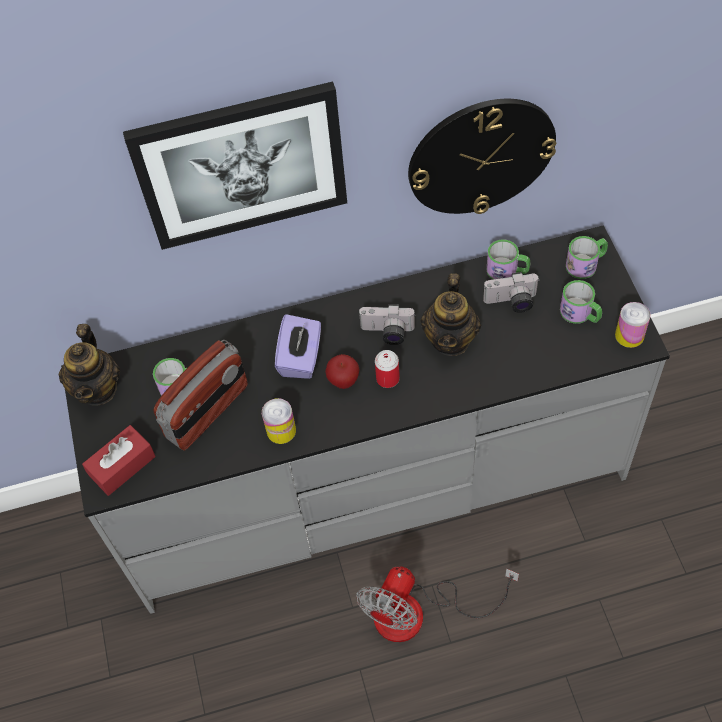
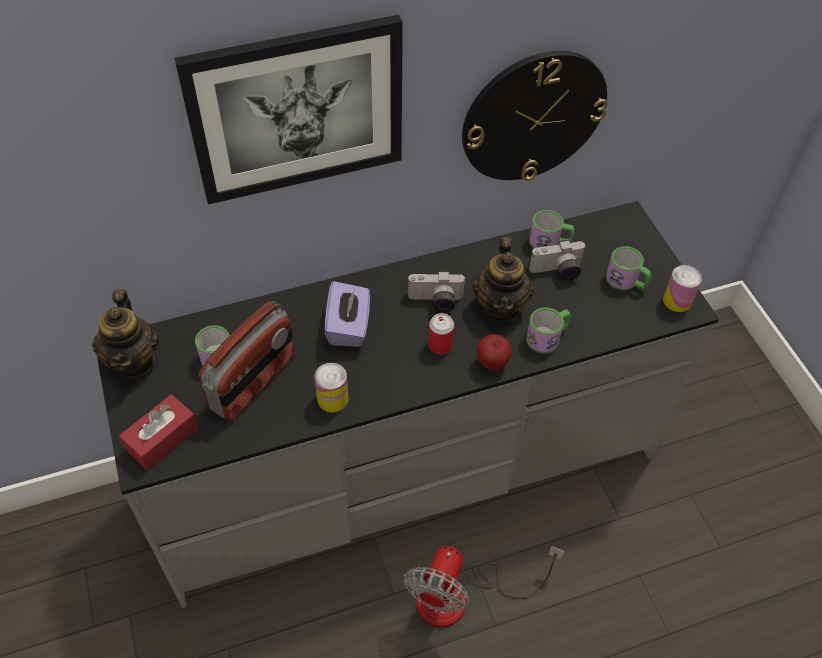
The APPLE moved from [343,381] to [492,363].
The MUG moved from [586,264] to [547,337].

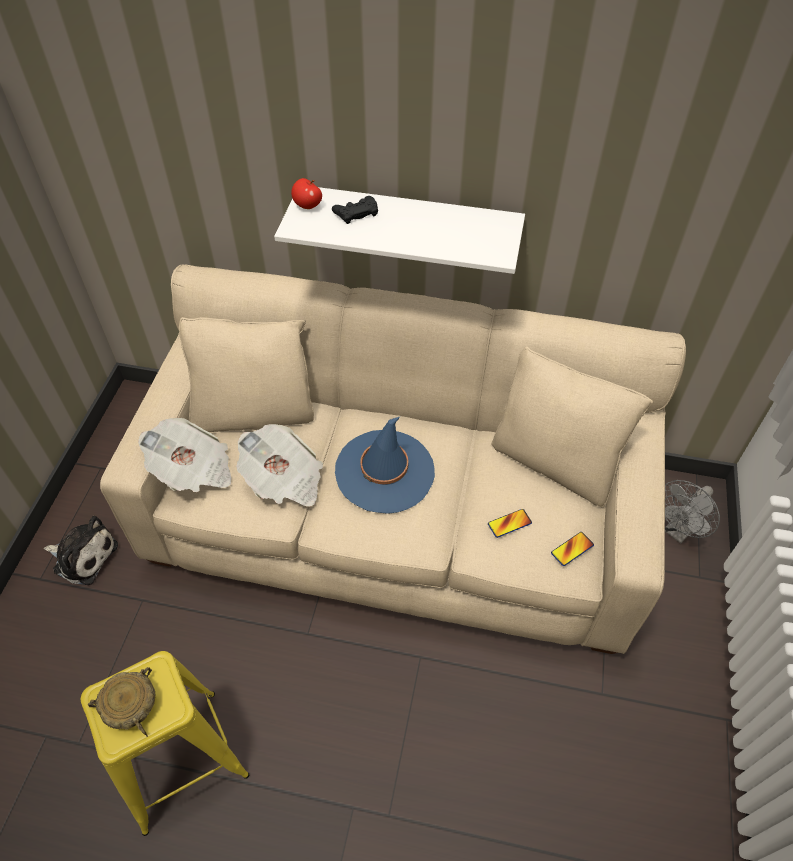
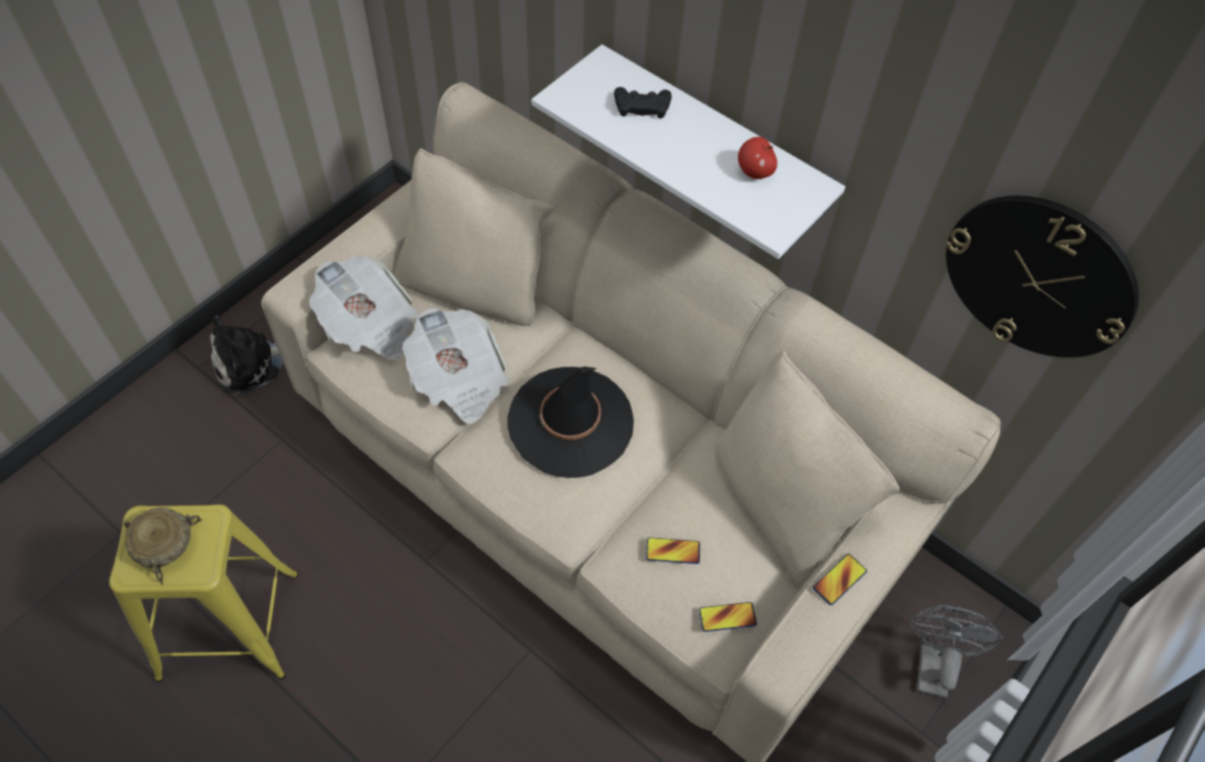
The SOFT TOY at [83,556] turned 105 degrees clockwise.
The BLUE CLOTHING HAT at [385,471] became the BLACKISH CLOTHING HAT at [570,422].
The APPLE moved from [307,206] to [755,172].
The PHONE at [839,580] appeared.
The GRAY ELECTRIC FAN at [678,531] turned 120 degrees clockwise.
The WALL CLOCK at [1039,276] appeared.

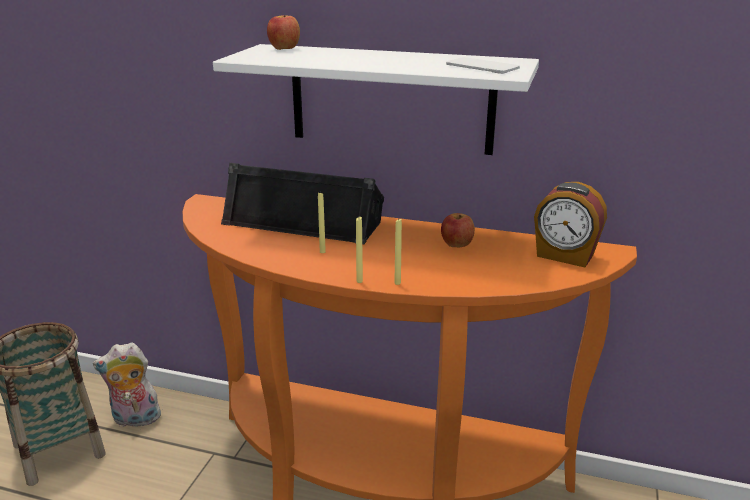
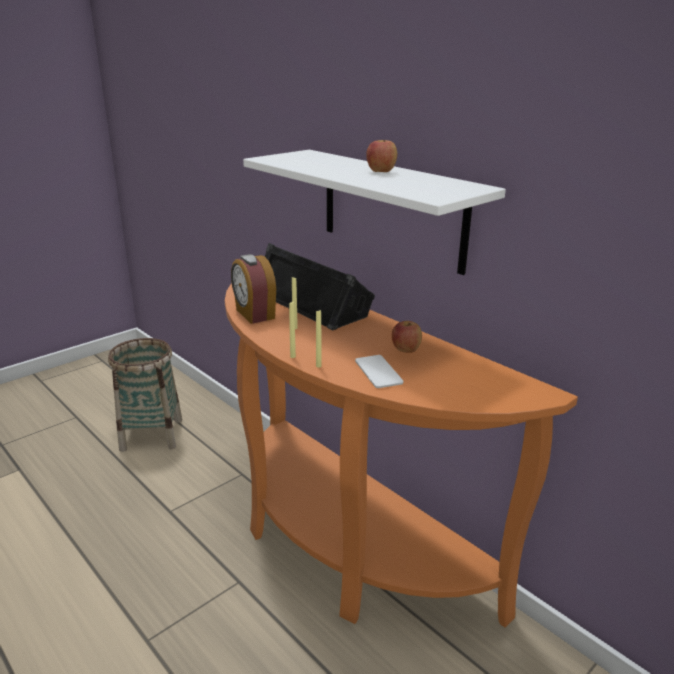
The ALARM CLOCK moved from [564,256] to [254,314].
The PHONE moved from [482,67] to [378,372].
The APPLE moved from [284,49] to [381,171].
The SOFT TOY at [135,420] disappeared.

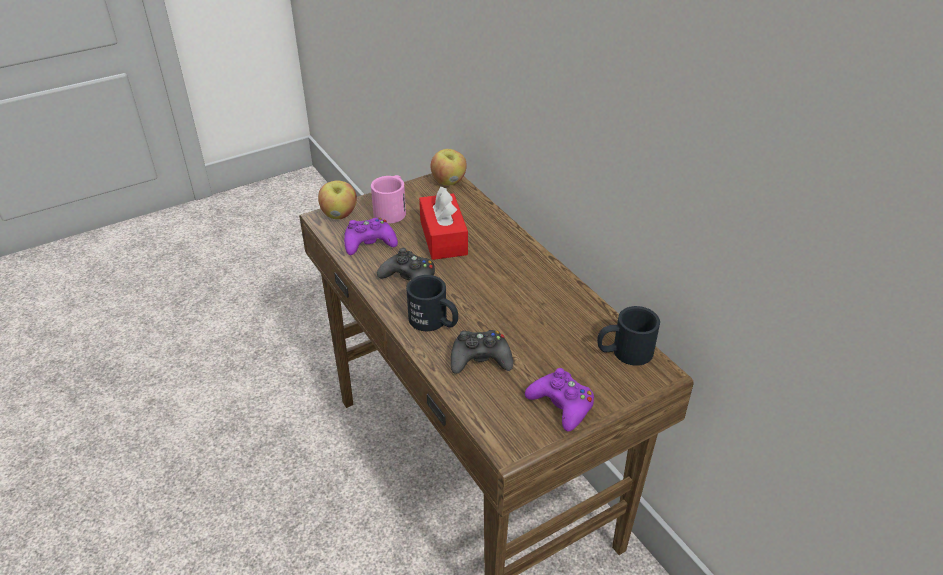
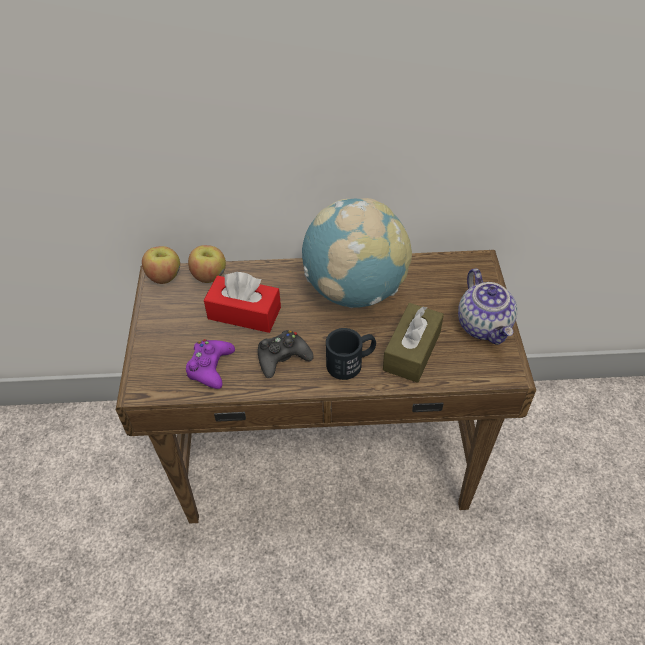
The APPLE moved from [339,215] to [209,276].
The WORLD GLOBE at [355,290] appeared.
The BLACKISH JOYPAD at [480,359] was replaced by the BROWNISH BOX OF TISSUES at [412,351].
The PURPLE-COLOURED JOYPAD at [561,405] was replaced by the POT FOR TEA at [485,326].
The PINKISH MUG at [392,210] disappeared.
The BLACKISH MUG at [624,352] disappeared.

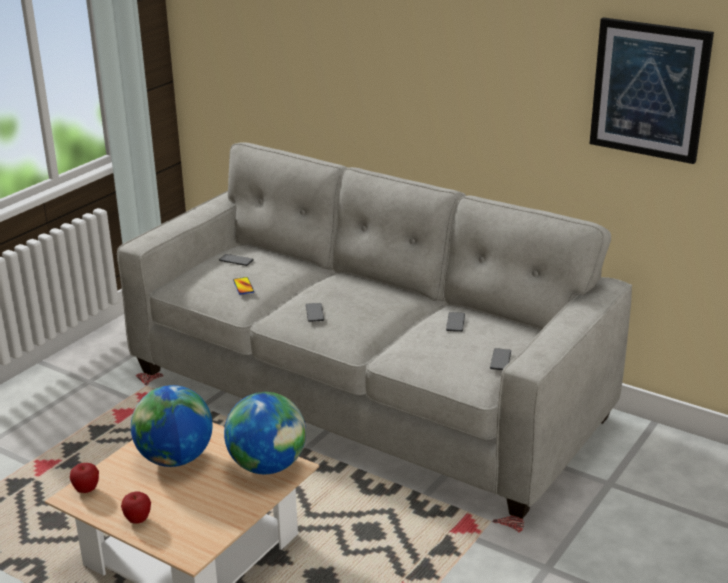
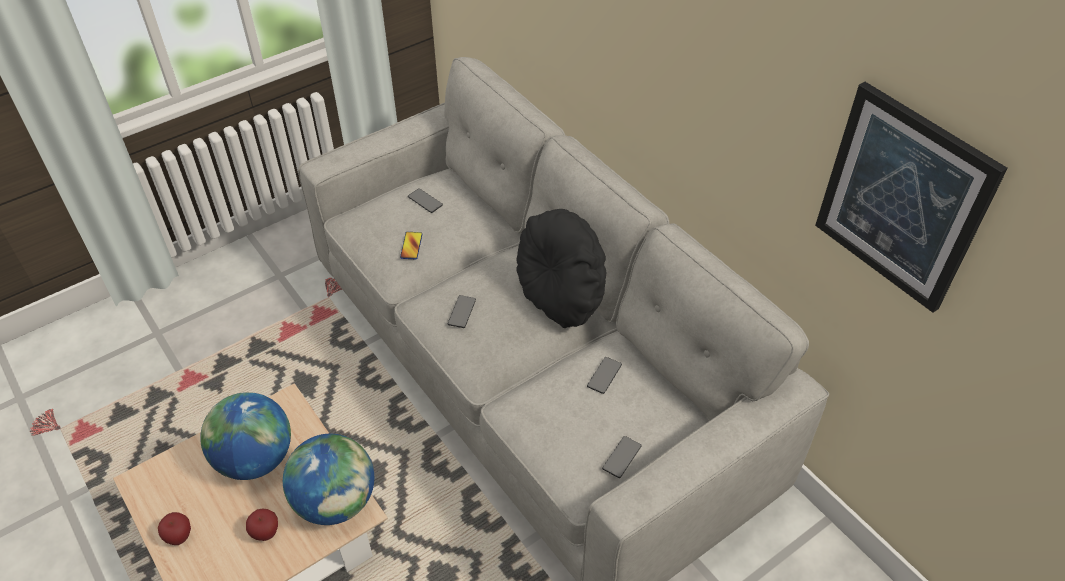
The APPLE moved from [86,490] to [266,533].
The BLACKISH THROW PILLOW at [559,302] appeared.

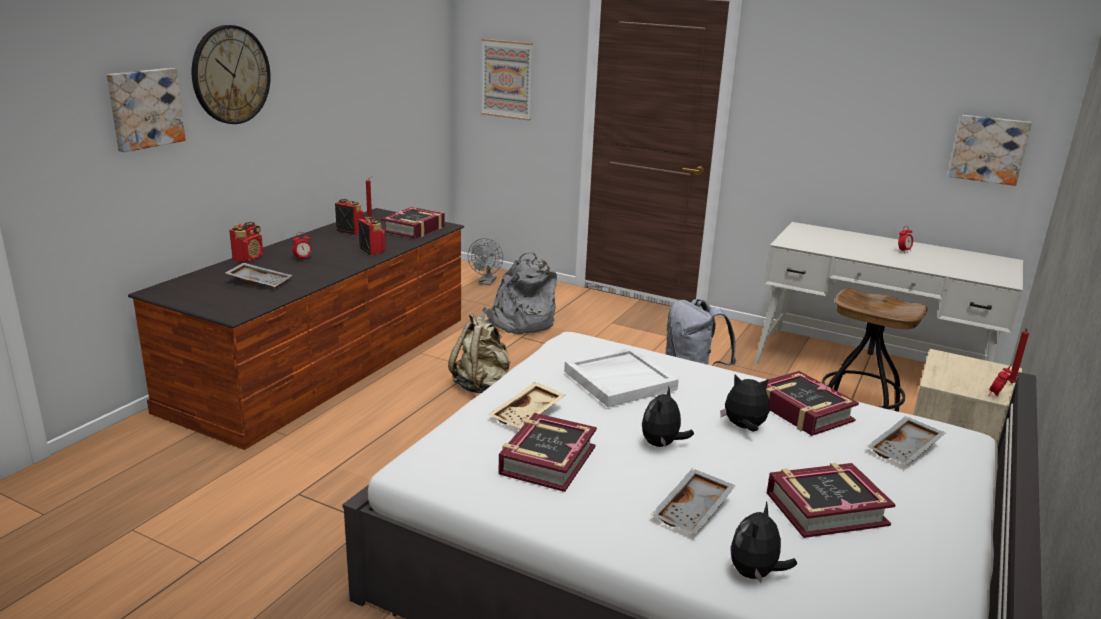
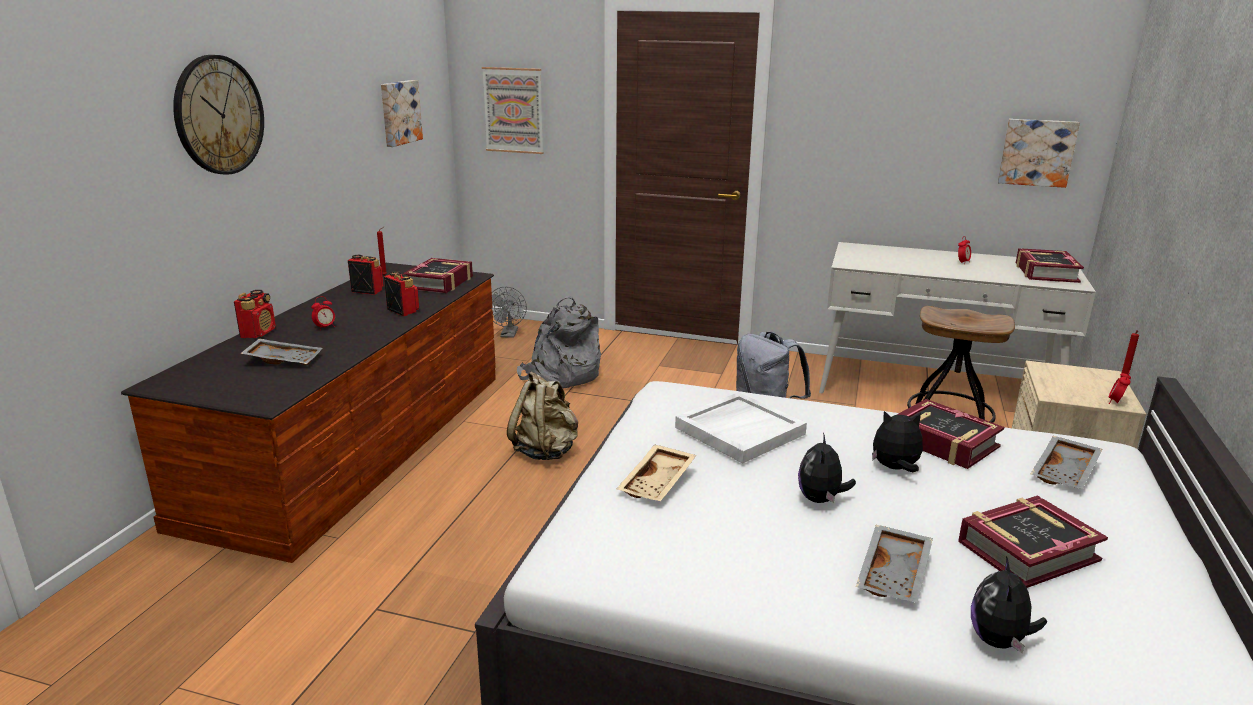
The WALL PICTURE moved from [144,108] to [399,112].
The BOUND BOOK moved from [547,460] to [1045,272].

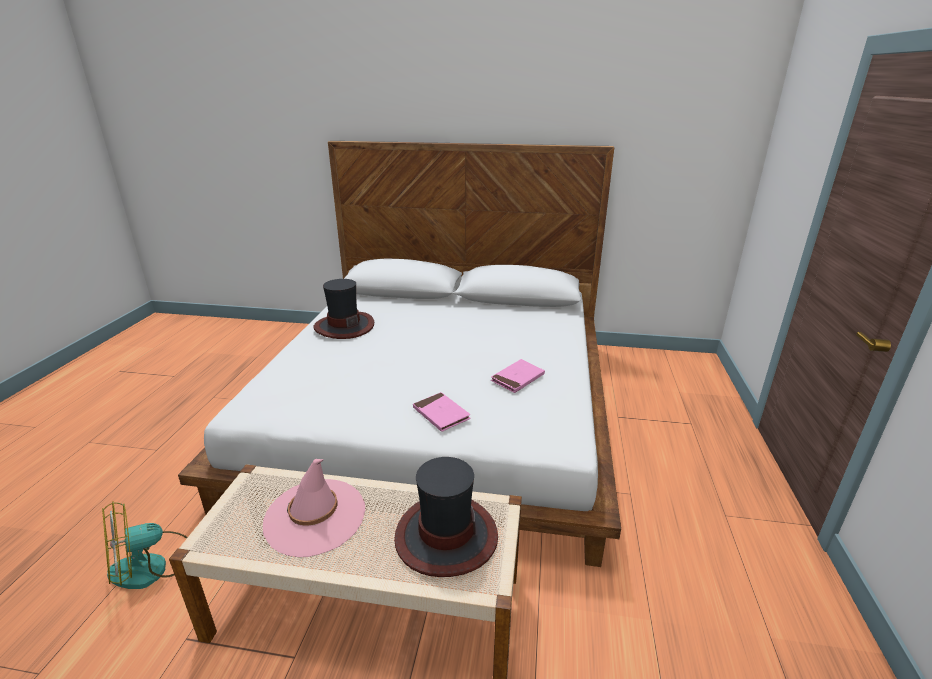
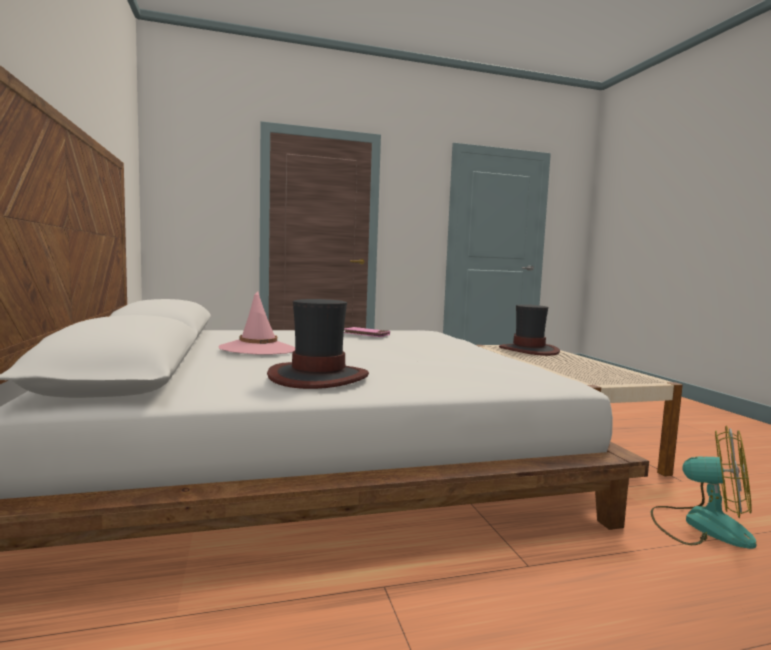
The PINKISH CLOTHING HAT moved from [315,516] to [258,349].
The PINKISH BOUND BOOK at [441,414] disappeared.

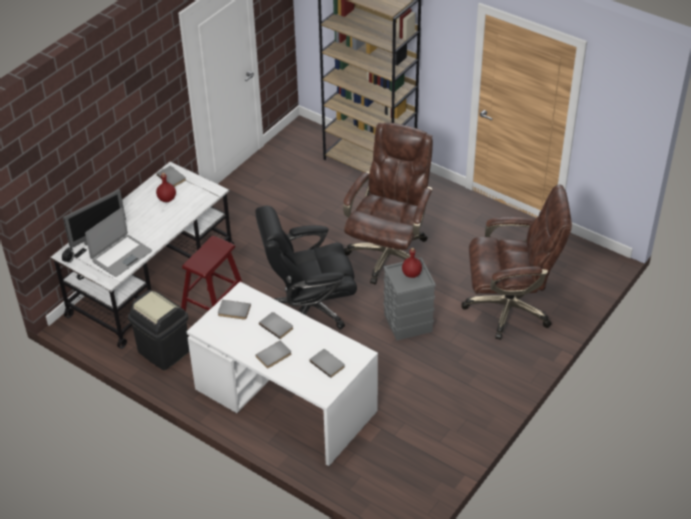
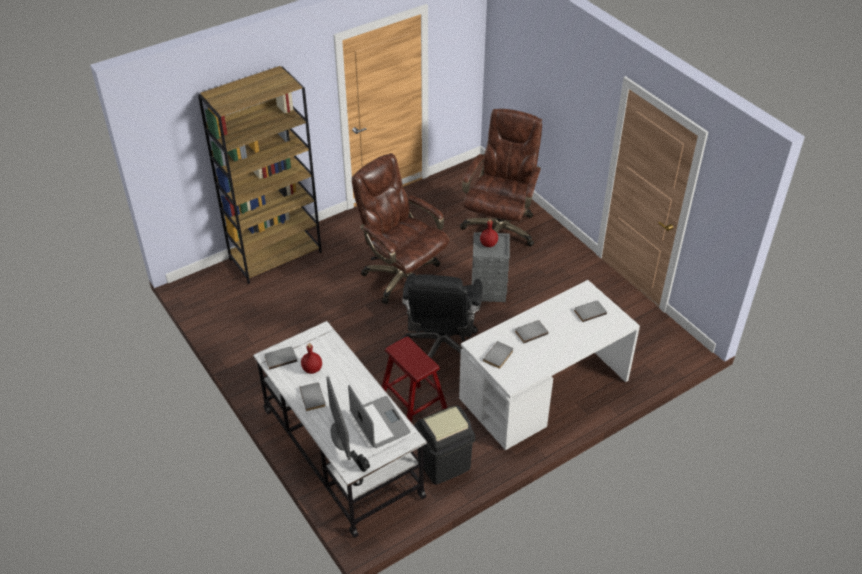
The GRAY BOUND BOOK moved from [274,356] to [313,397].

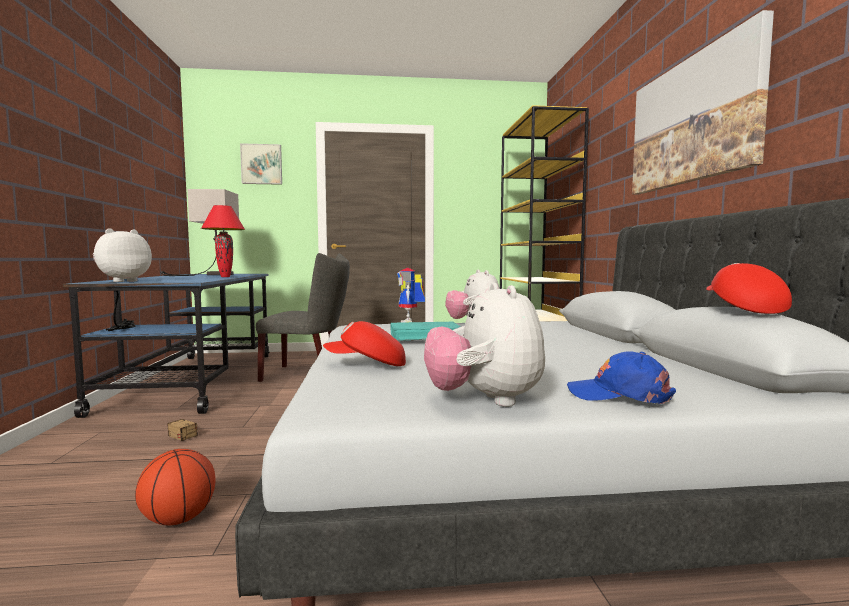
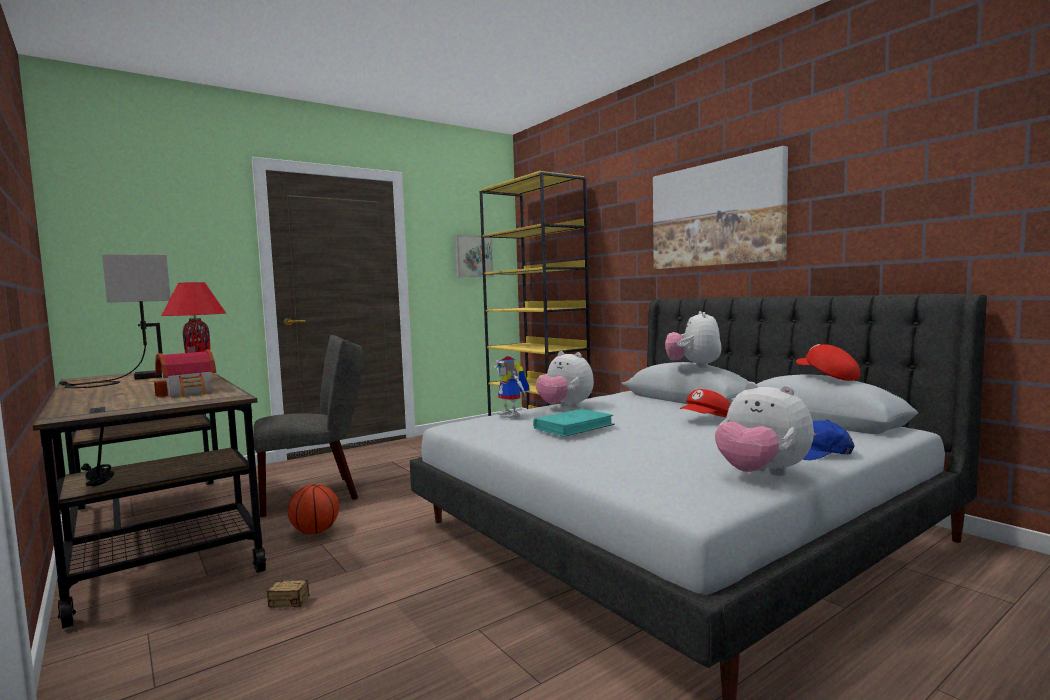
The BLUE DESK at [195,380] became the BROWNISH DESK at [157,536].
The MINIATURE HOUSE at [190,392] appeared.
The BALL FOR BASKETBALL moved from [179,519] to [315,532].
The WALL PICTURE moved from [262,164] to [472,256].
The SOFT TOY moved from [122,281] to [694,366].
The RED PEAKED CAP moved from [367,365] to [707,420].

